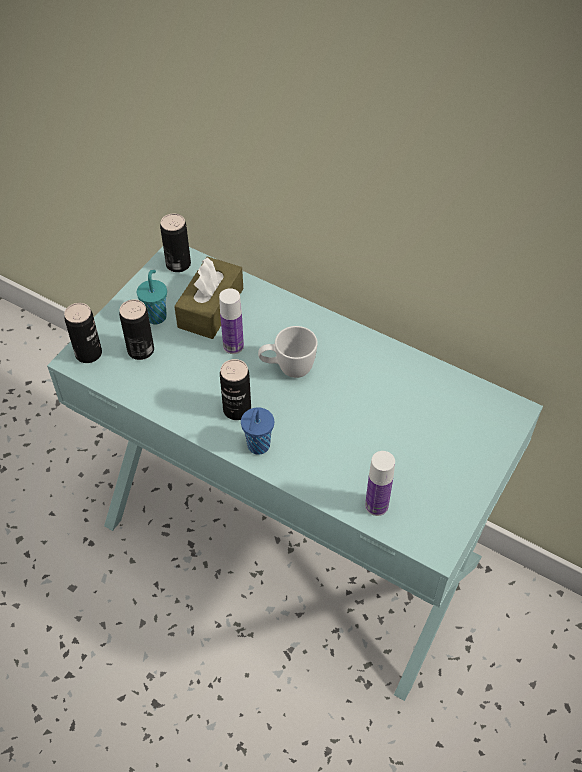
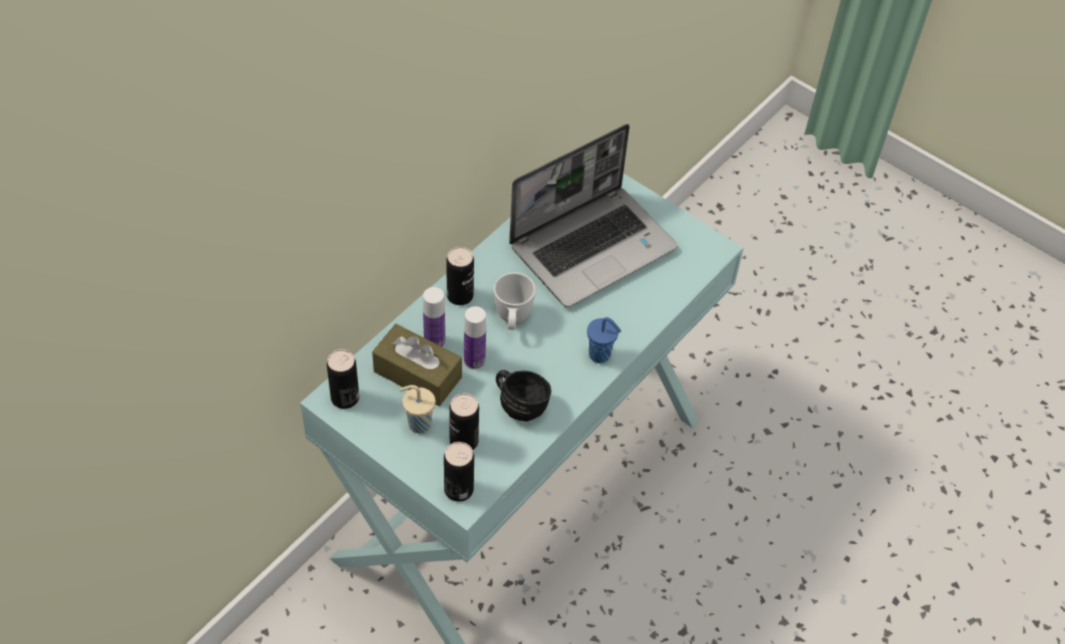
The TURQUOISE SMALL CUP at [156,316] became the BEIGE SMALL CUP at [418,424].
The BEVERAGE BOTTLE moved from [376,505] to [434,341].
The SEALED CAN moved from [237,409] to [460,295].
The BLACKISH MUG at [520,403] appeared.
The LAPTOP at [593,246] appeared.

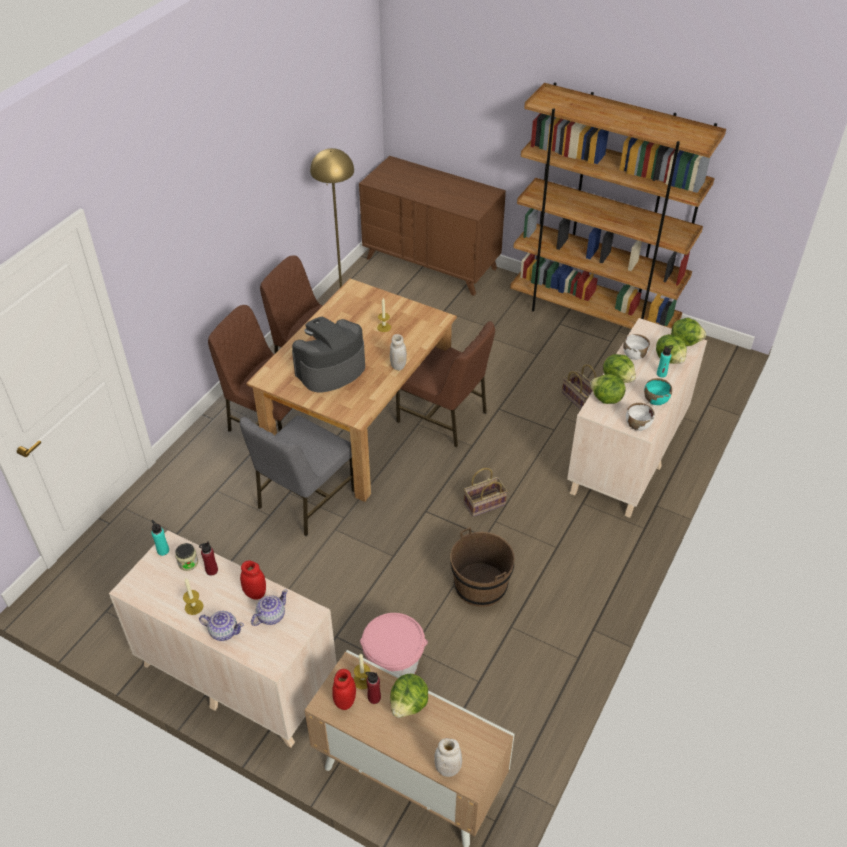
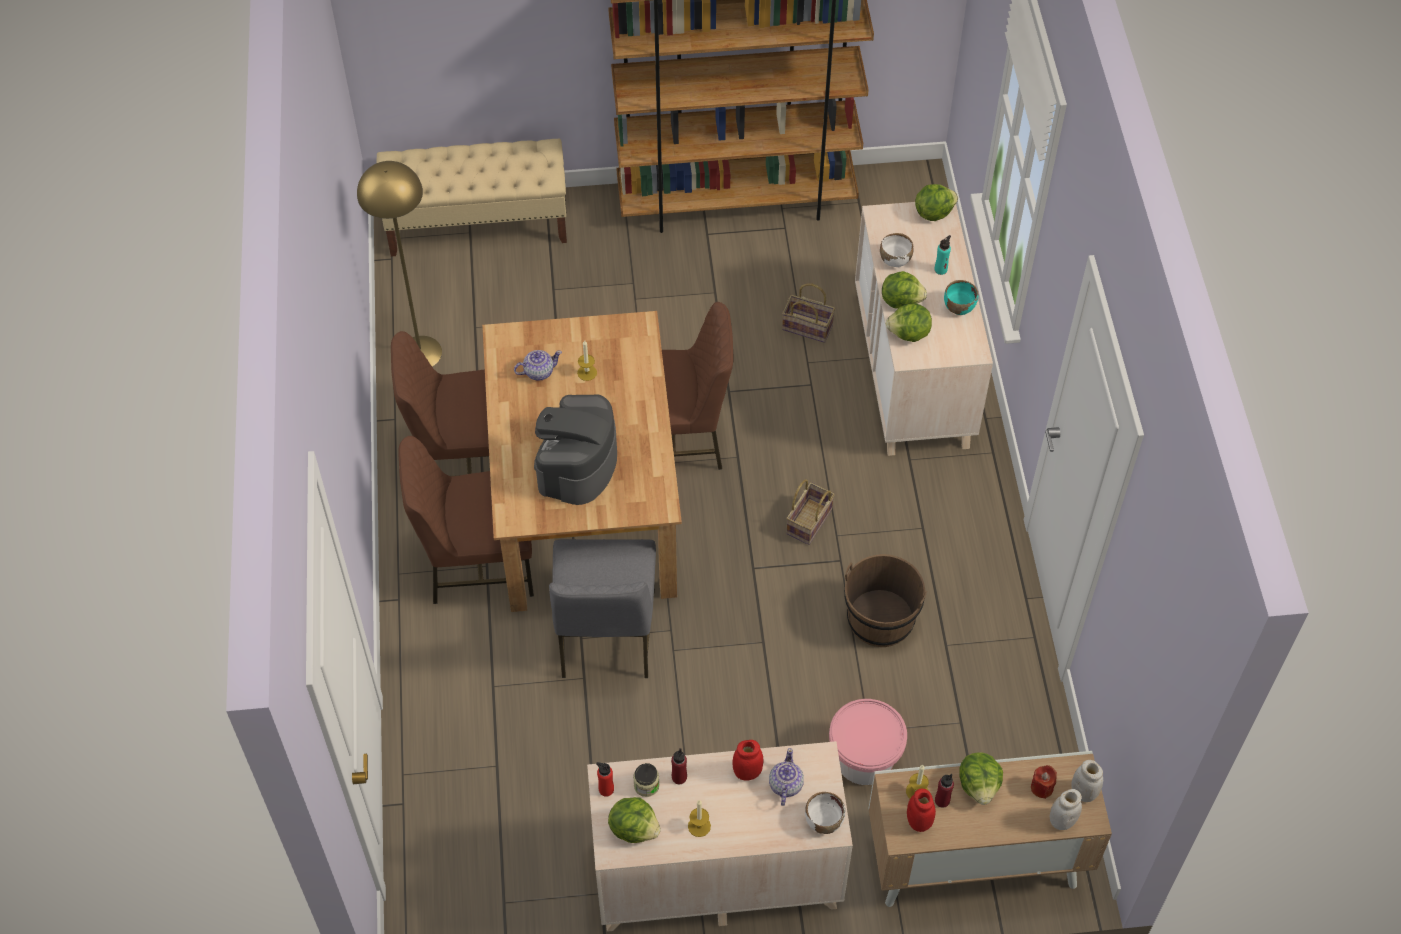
The BROWNISH DRESSER at [431,263] was replaced by the BEIGE INDOOR BENCH at [478,225].
The POT FOR TEA moved from [223,631] to [538,372].
The TURQUOISE BEVERAGE BOTTLE at [163,550] became the RED BEVERAGE BOTTLE at [606,789].
The HEAD OF LETTUCE moved from [670,359] to [634,828].
The WHITE DEEP DISH moved from [637,425] to [823,820].
The RED WAX LIGHT at [1041,787] appeared.
The WHITE JAR moved from [398,366] to [1083,792].

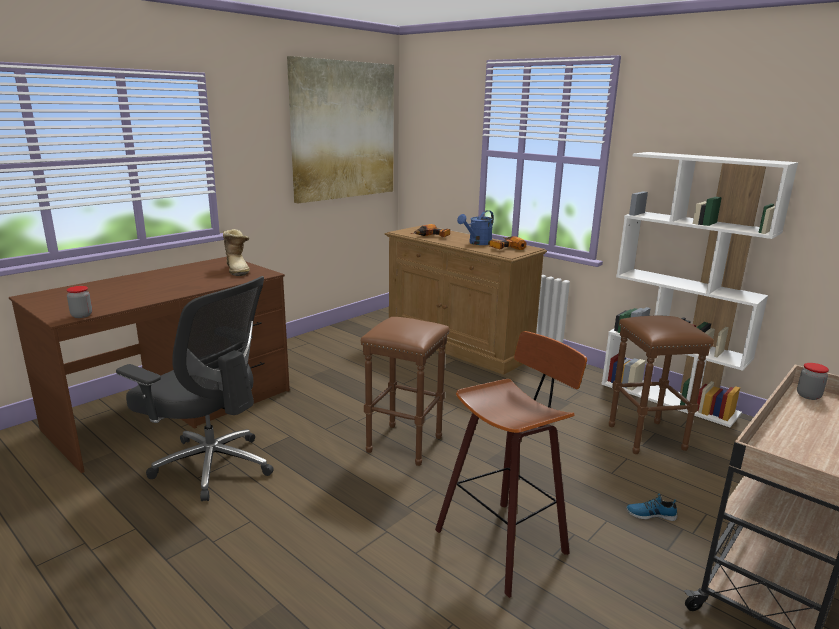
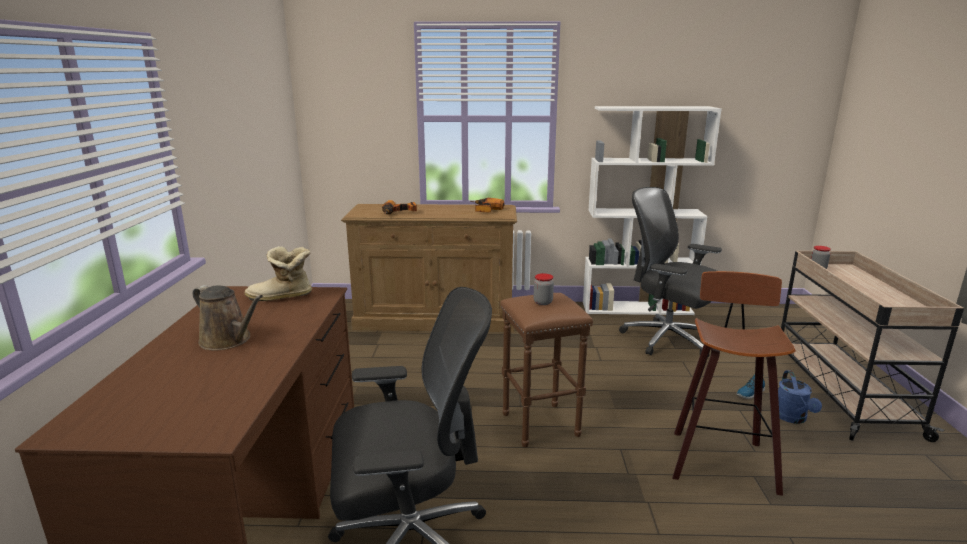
The BROWNISH WATERING POT at [228,340] appeared.
The BOOT at [238,269] turned 150 degrees clockwise.
The JAR moved from [82,315] to [543,302].
The BROWNISH SITTING STOOL at [647,436] was replaced by the DESK CHAIR at [668,340].
The BLUE WATERING POT moved from [477,243] to [793,418].
The WALL PICTURE at [343,131] disappeared.

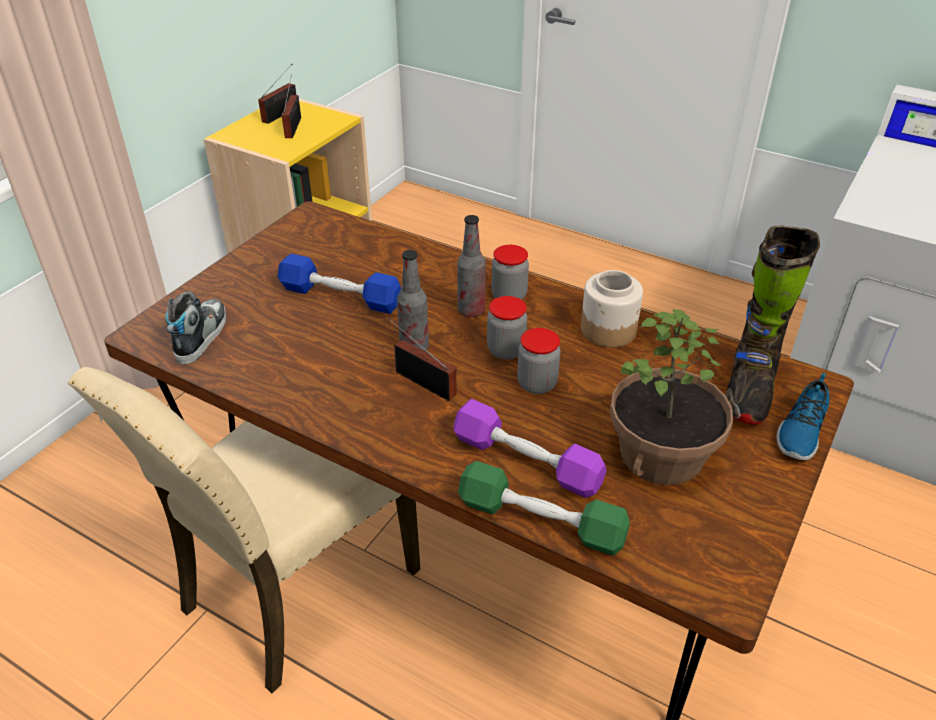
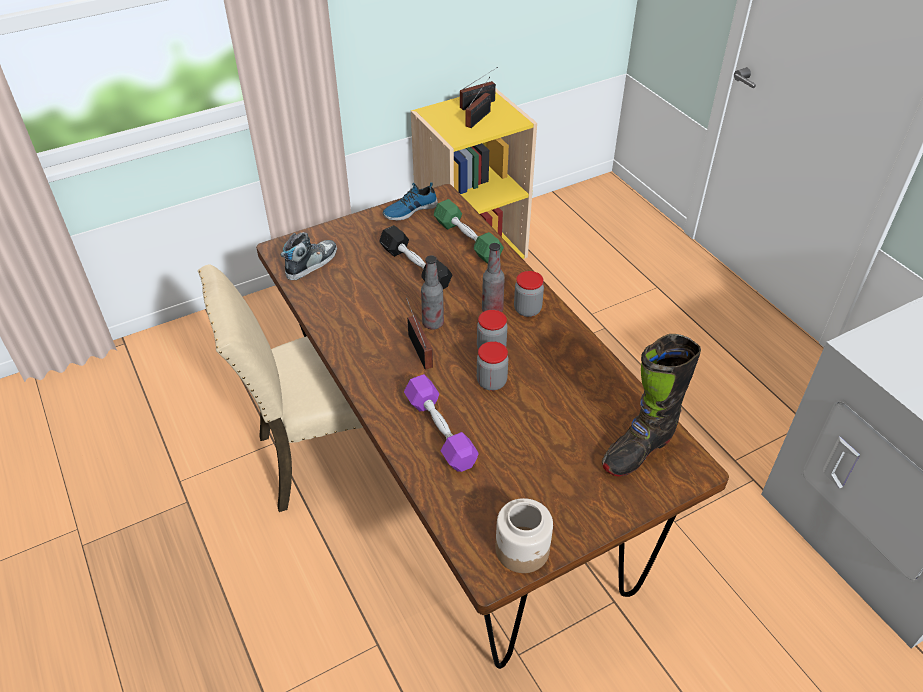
The BLUE HAND WEIGHT at [341,296] became the BLACKISH HAND WEIGHT at [415,267].
The ITEM OF FOOTWEAR moved from [800,430] to [409,210].
The GREEN-COLOURED HAND WEIGHT moved from [541,521] to [467,240].
The JAR moved from [609,330] to [523,550].
The POTTED PLANT at [662,455] disappeared.

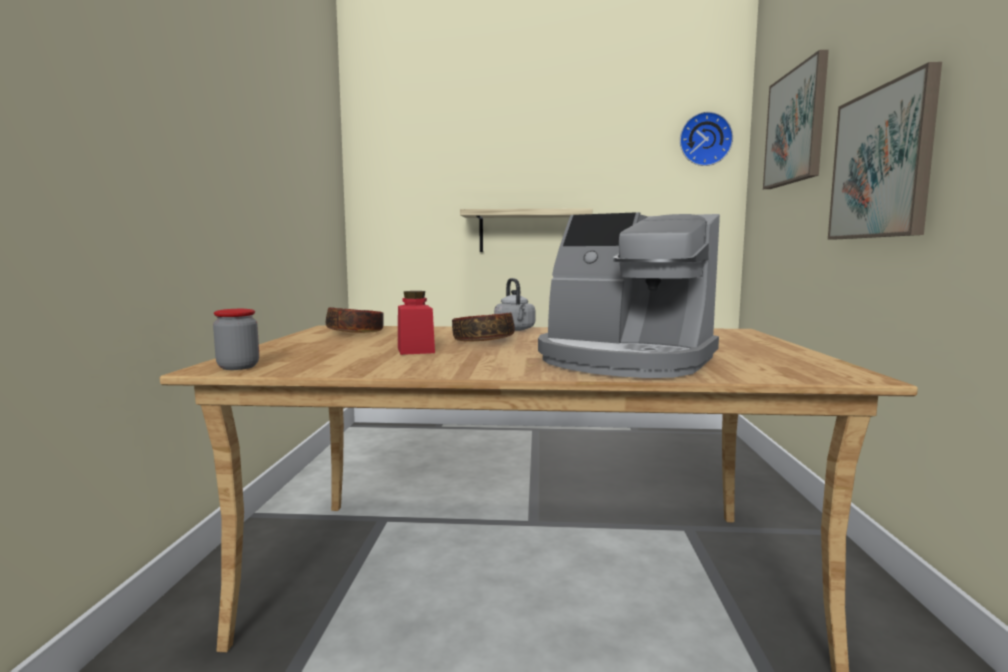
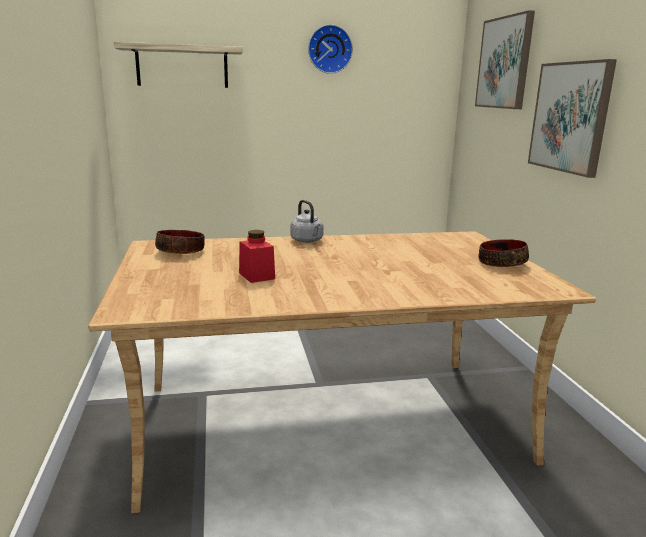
The BRACKET SHELF moved from [526,231] to [182,66].
The WALL CLOCK moved from [704,139] to [329,49].
The DEEP DISH moved from [483,340] to [501,263].
The JAR at [238,367] disappeared.
The COFFEE MACHINE at [624,360] disappeared.

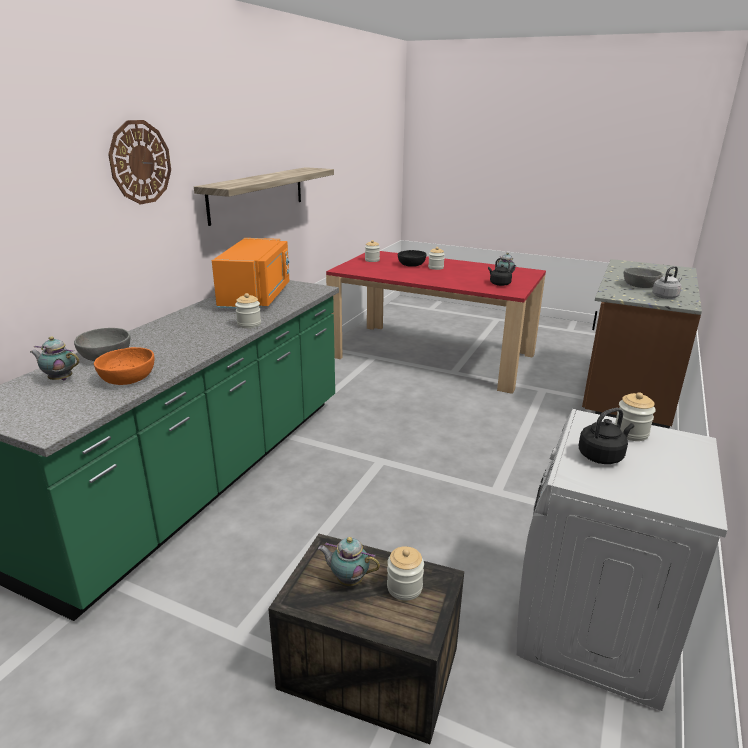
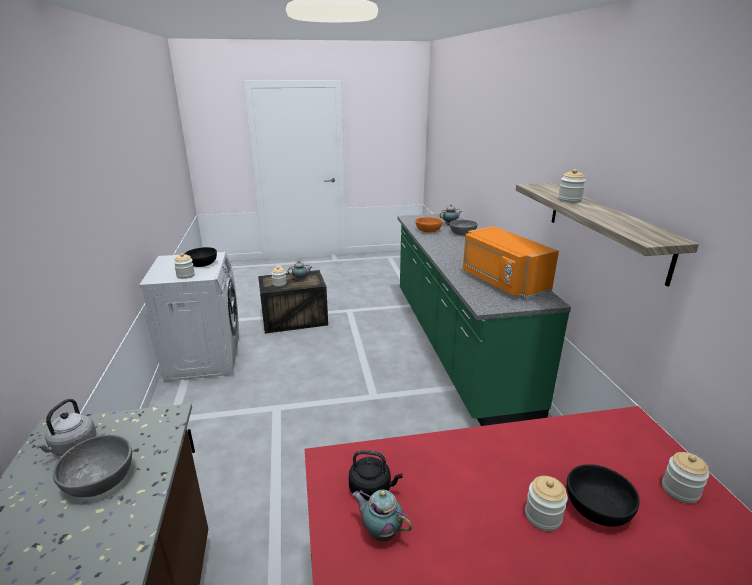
The BLACKISH WATER KETTLE at [602,456] was replaced by the BLACKISH DEEP DISH at [202,264].
The JAR moved from [249,324] to [569,200].
The WALL CLOCK at [140,162] disappeared.

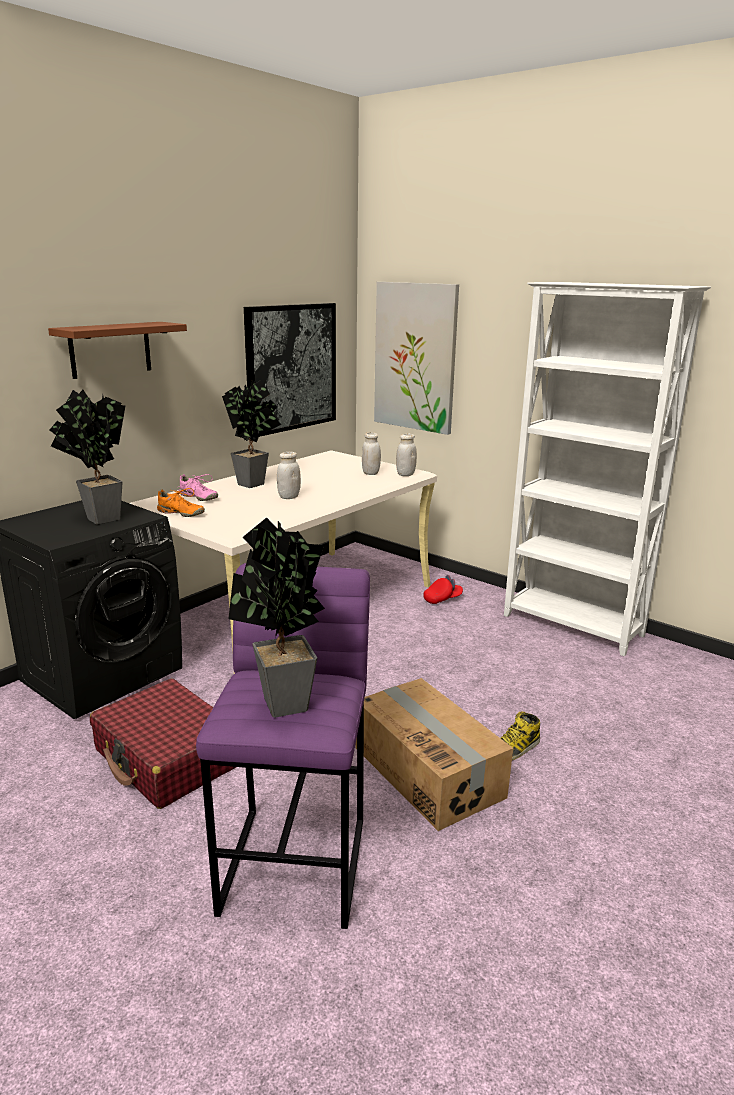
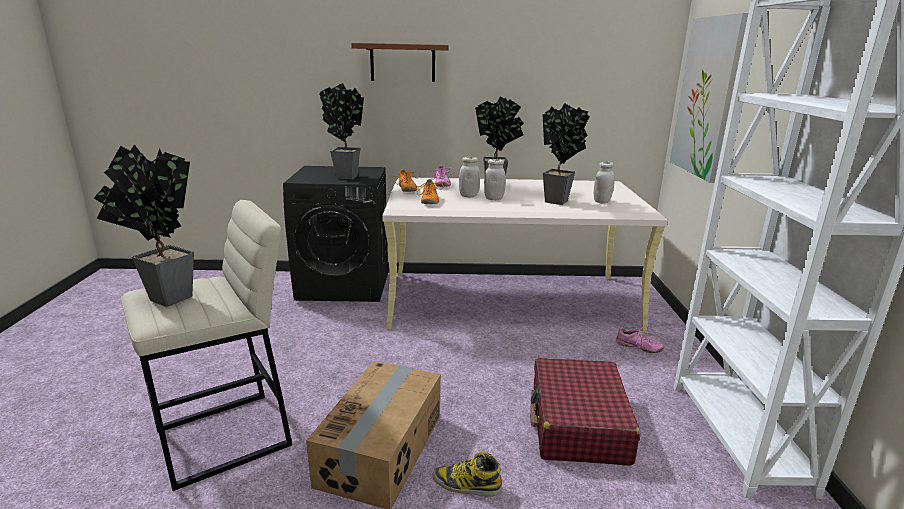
The PURPLE-COLOURED SITTING STOOL at [295,861] became the BEIGE SITTING STOOL at [227,436].
The ORANGE-COLOURED ITEM OF FOOTWEAR at [429,201] appeared.
The WHITE JAR moved from [405,474] to [469,196].
The RED TRAVEL CASE moved from [168,758] to [578,424].
The POTTED PLANT at [559,202] appeared.
The RED PEAKED CAP at [442,599] was replaced by the PINKISH ITEM OF FOOTWEAR at [638,347].
The WALL PICTURE at [291,368] disappeared.

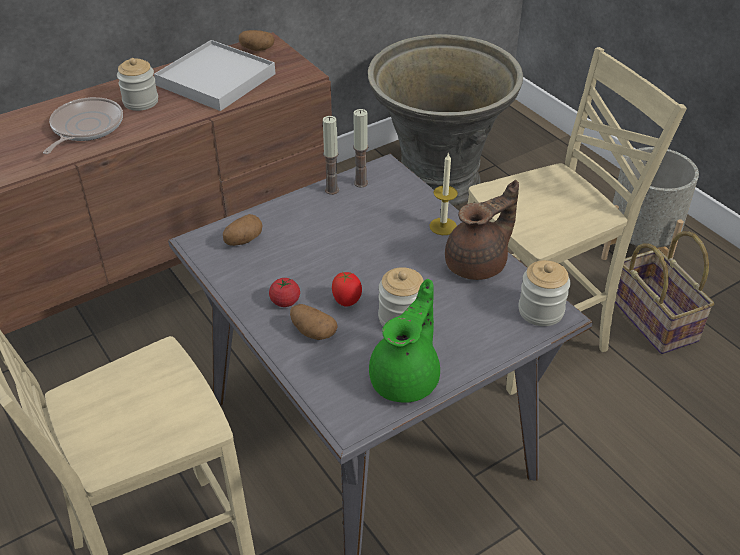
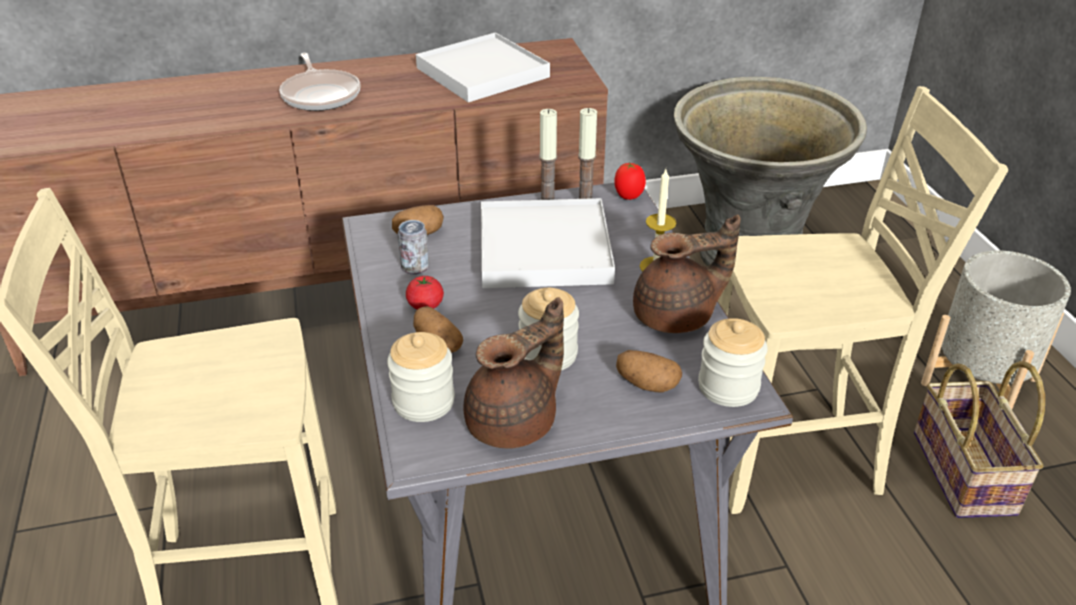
The SKILLET at [85,128] turned 120 degrees clockwise.
The JAR moved from [140,102] to [423,402].
The SEALED CAN at [415,267] appeared.
The GREEN-COLOURED POT FOR TEA at [407,379] became the BROWNISH POT FOR TEA at [515,422].
The WHITE TRAY at [545,249] appeared.
The FRESH TOMATO moved from [347,302] to [629,197].
The POTATO moved from [257,49] to [646,384].

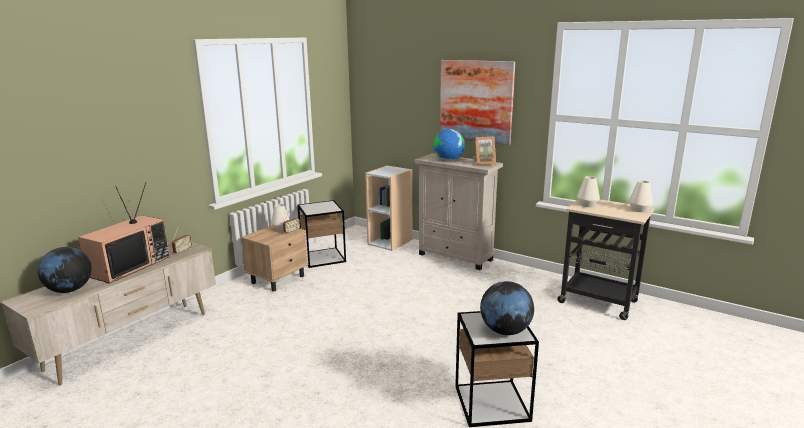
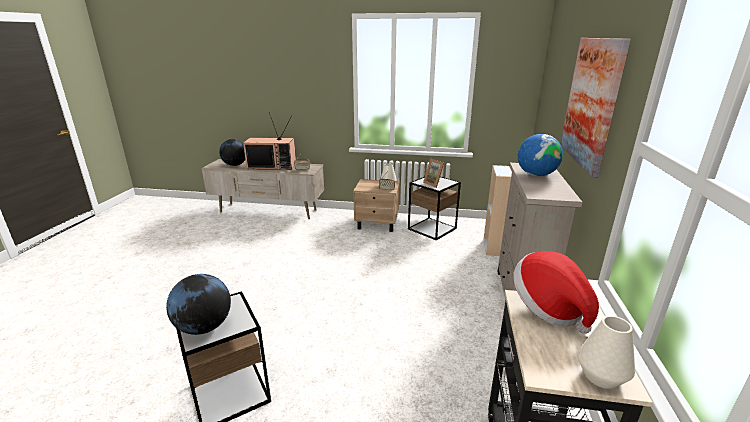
The PHOTO FRAME moved from [483,163] to [434,184].
The WHITE DECORATIVE VASE at [587,205] was replaced by the CLOTHING HAT at [548,307].

